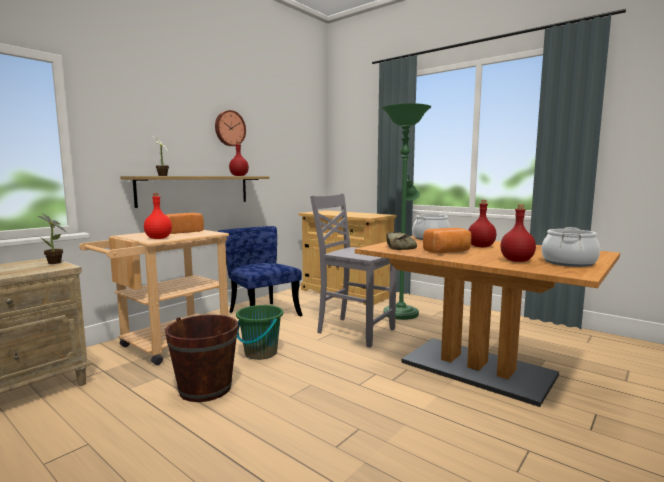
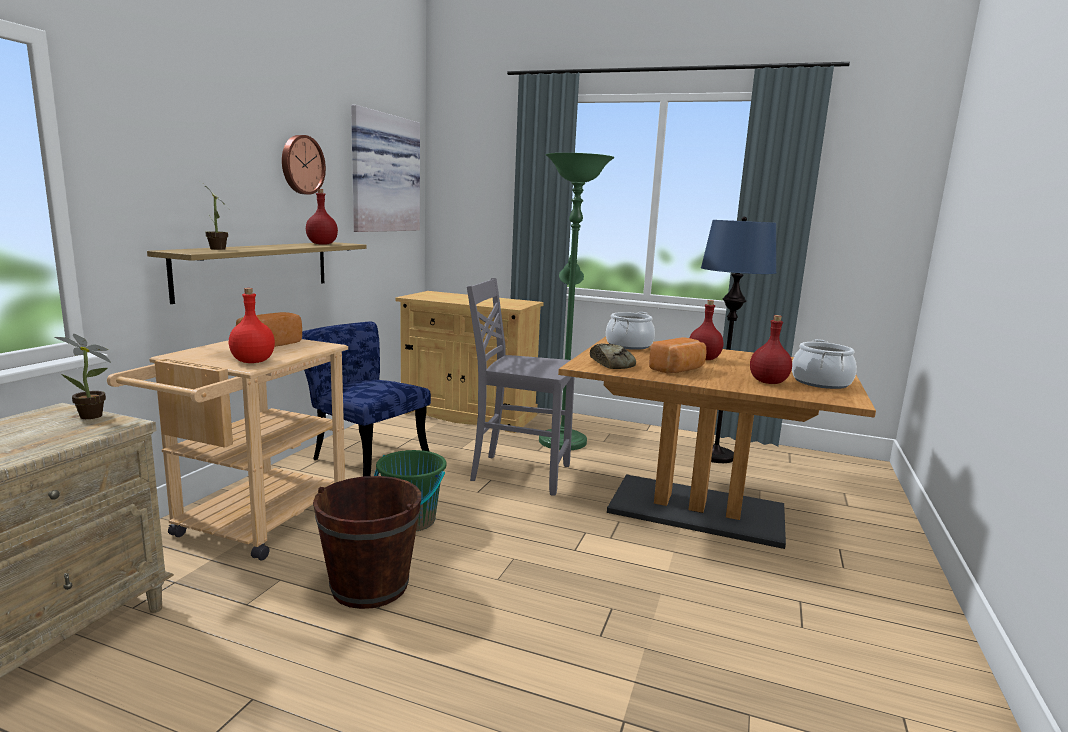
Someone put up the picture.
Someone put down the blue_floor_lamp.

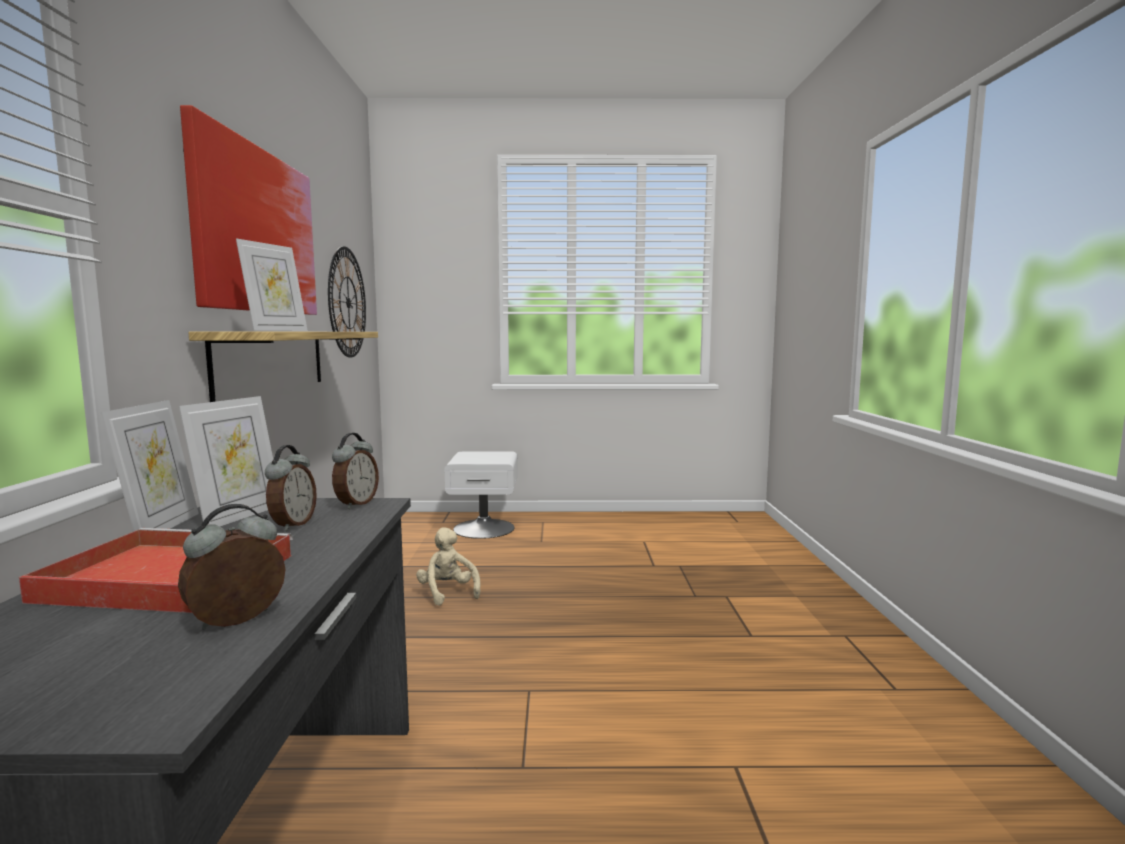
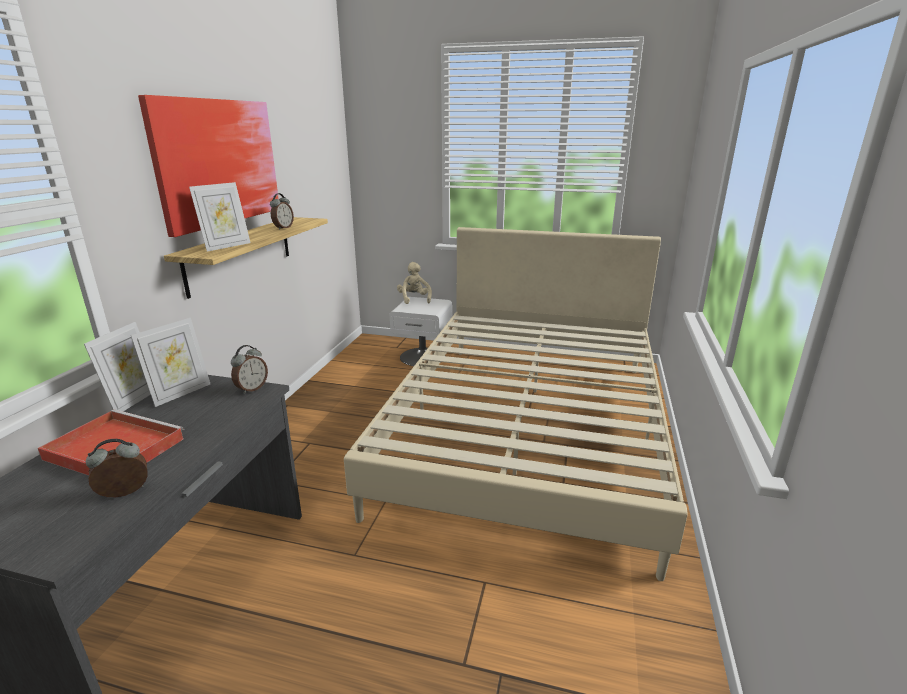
Someone took away the wall_clock.
Someone put down the beige_bed.
Someone carried the alarm_clock (2nd from left in the first image).
Someone carried the beige_plush_toy.

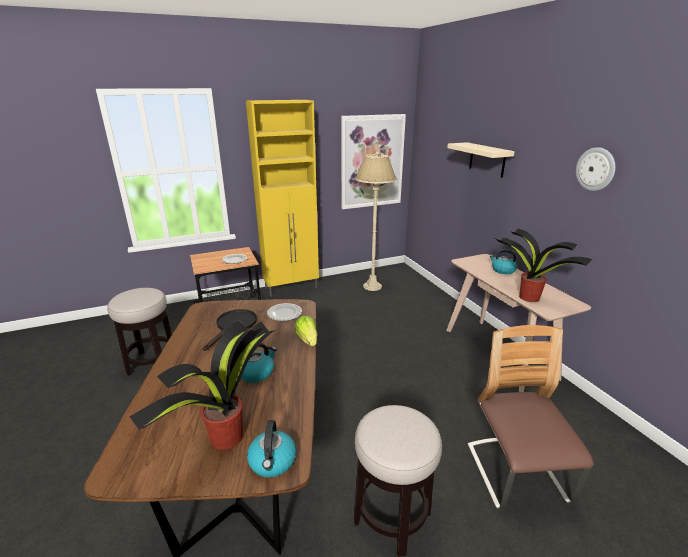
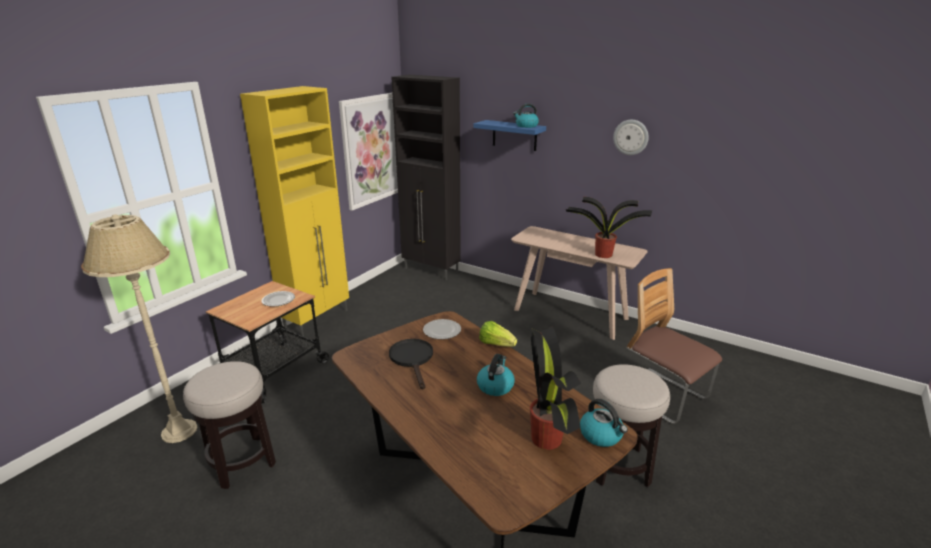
Someone put down the black_cabinet.
Someone carried the beige_floor_lamp.
Someone carried the kettle (3rd from left in the first image).
Someone repainted the beige_shelf, which became the blue_shelf.

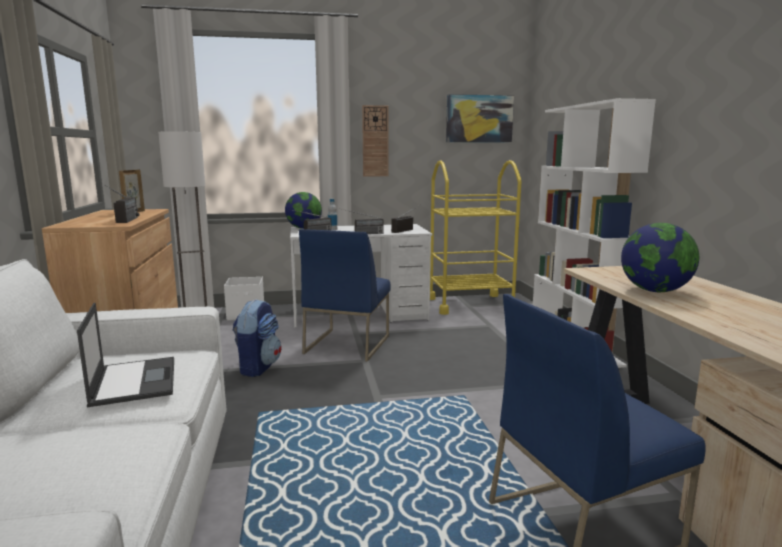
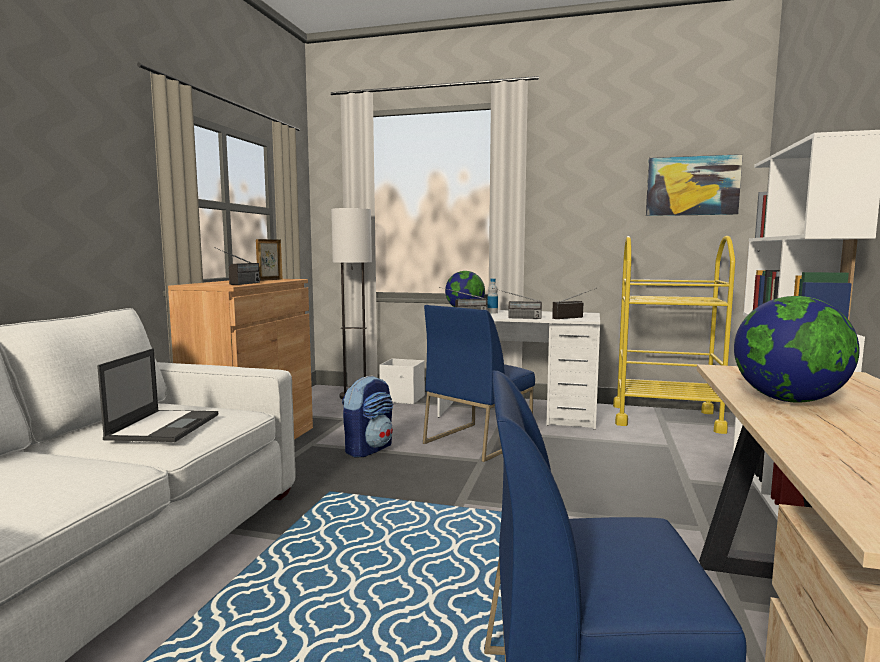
Someone took away the wall_clock.

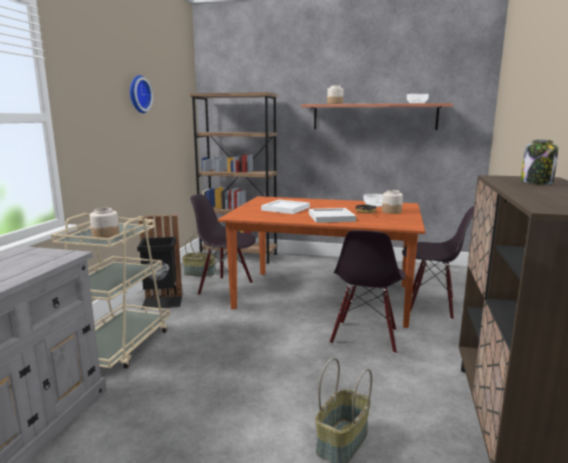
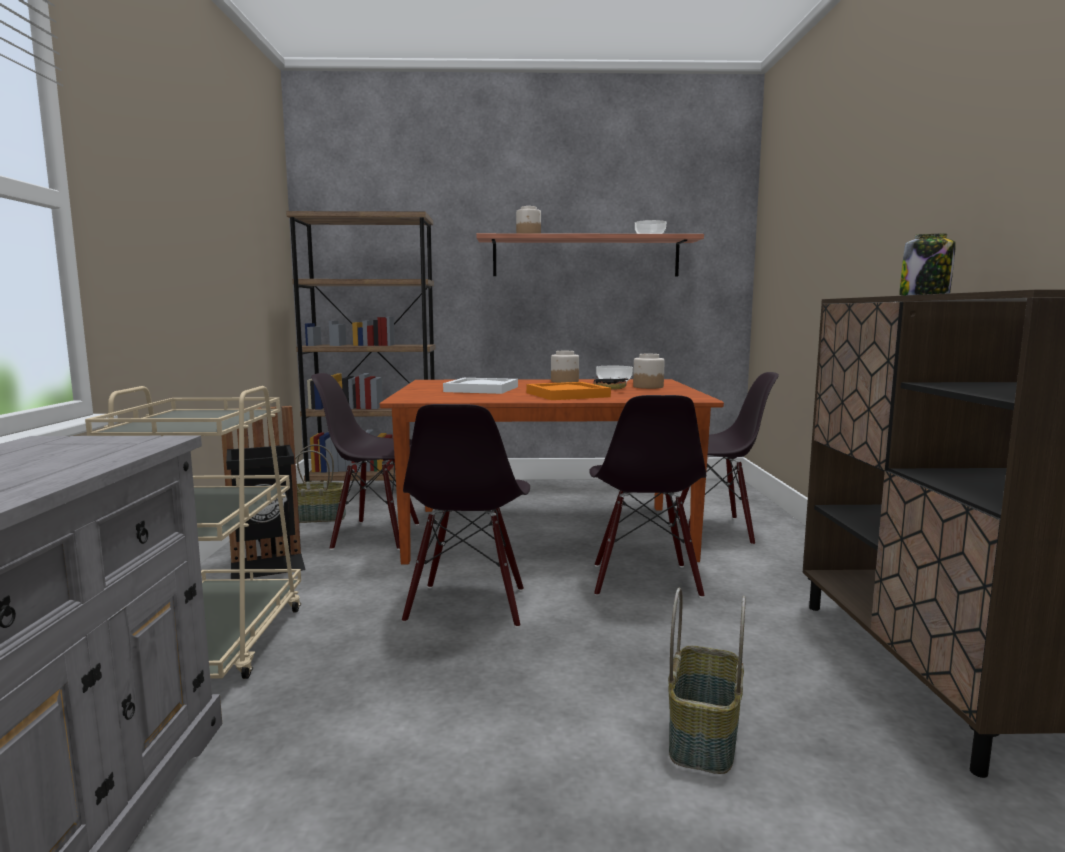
Someone took away the wall_clock.
Someone put down the black_chair (2nd from left).
Someone carried the jar (1st from left in the first image).
Someone repainted the white_tray (2nd from left), which became the orange_tray.

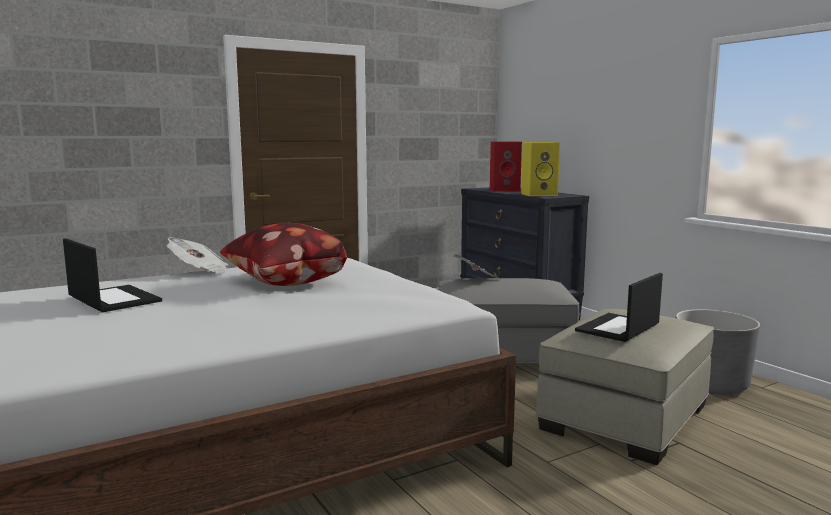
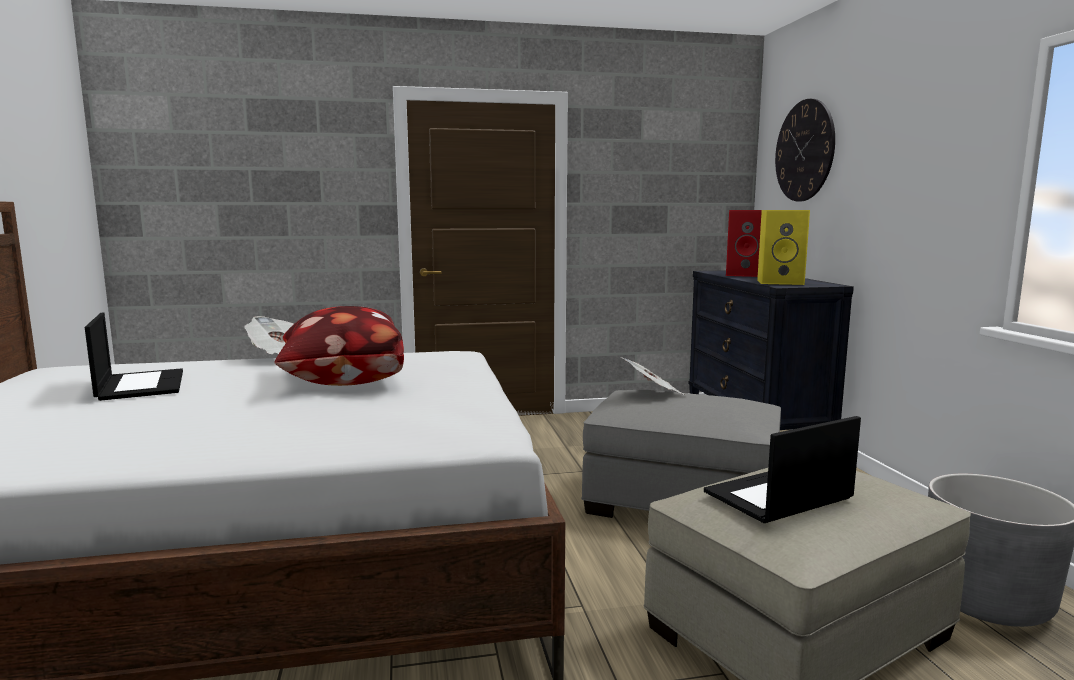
Someone put up the wall_clock.

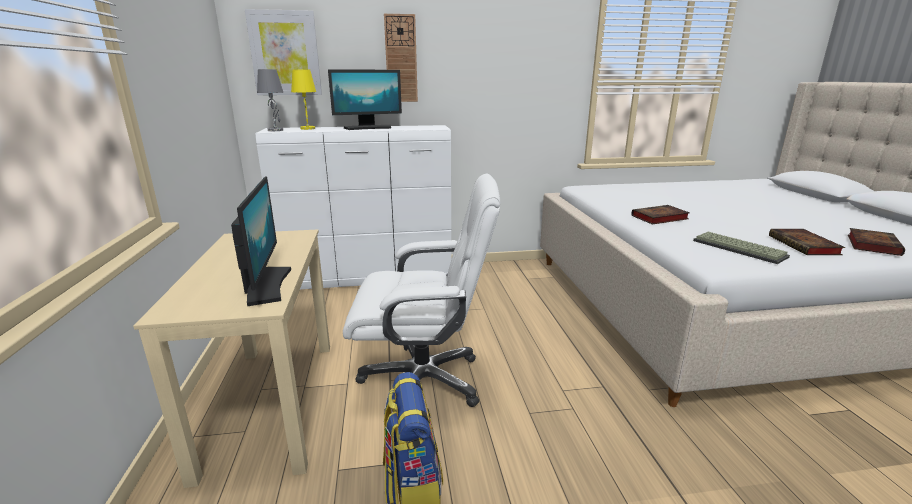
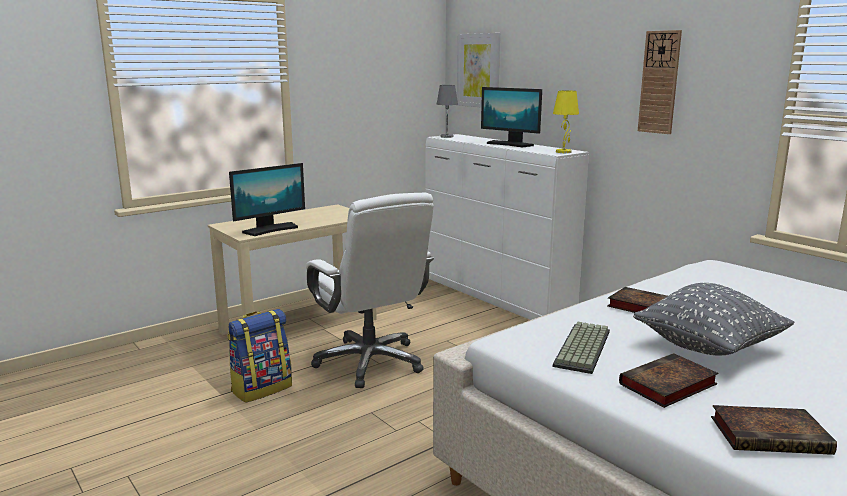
Someone put down the grey_pillow.
Someone carried the yellow_table_lamp.
Someone carried the wall_clock.

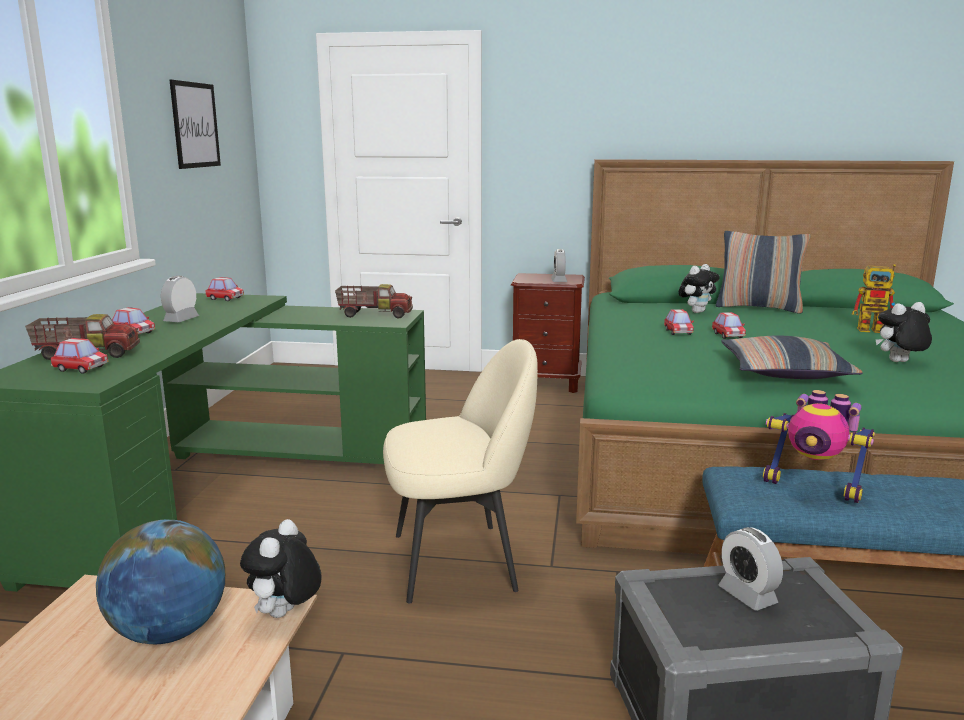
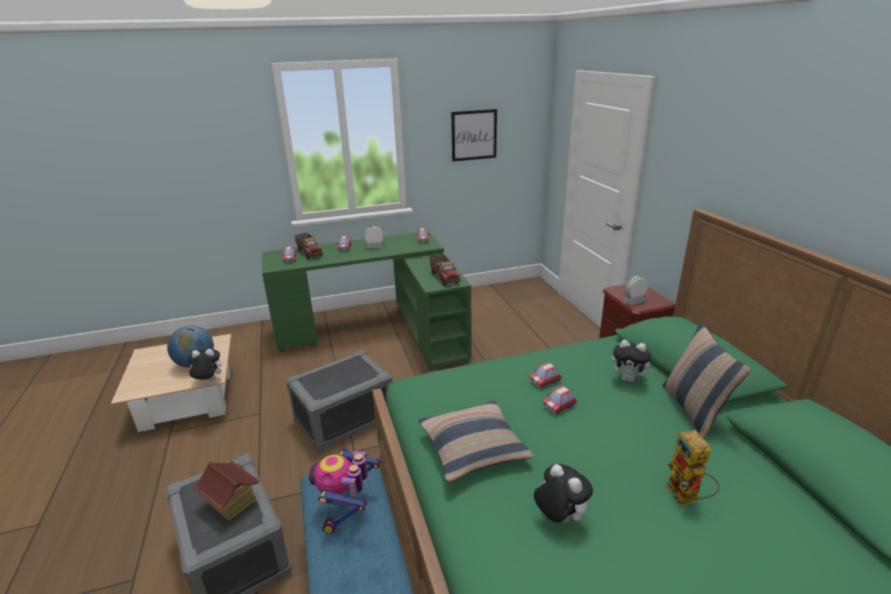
Someone swapped the beige_chair for the grey_storage_box (2nd from left).
Someone swapped the alarm_clock (3rd from left) for the toy_house.

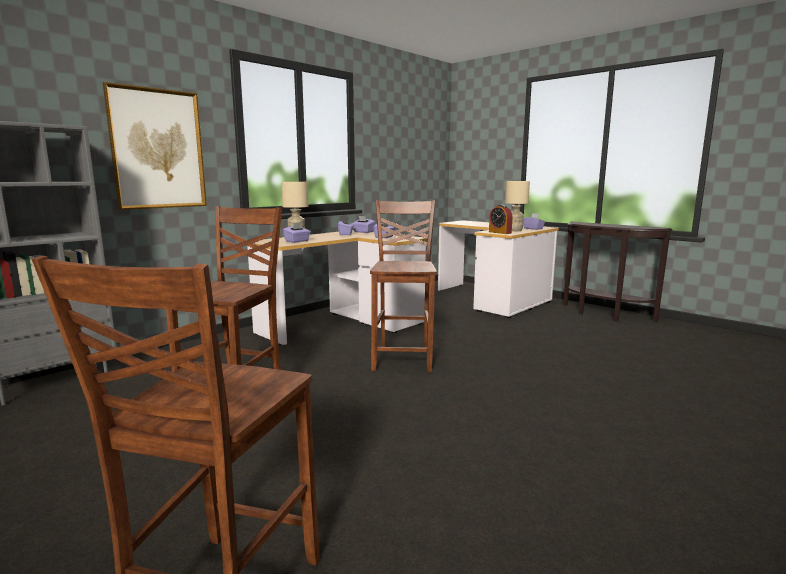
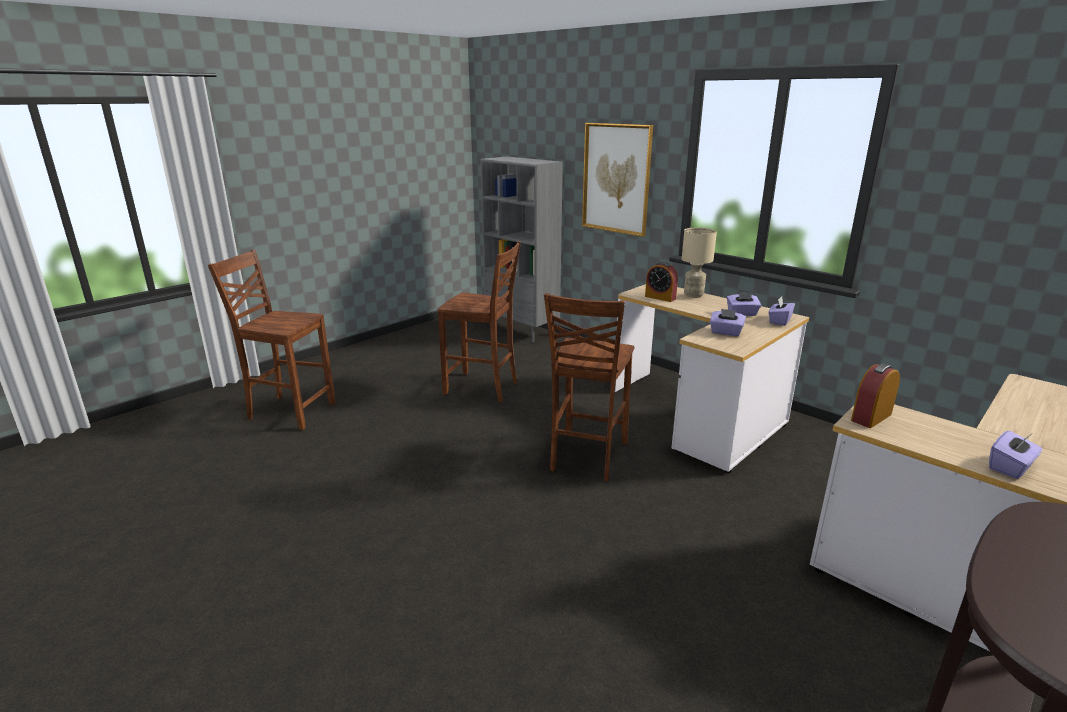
Someone took away the beige_table_lamp (2nd from left).
Someone swapped the purple_tissue_box (1st from left) for the alarm_clock (1st from left).
Someone rotated the brown_chair (3rd from left) by 105 degrees clockwise.

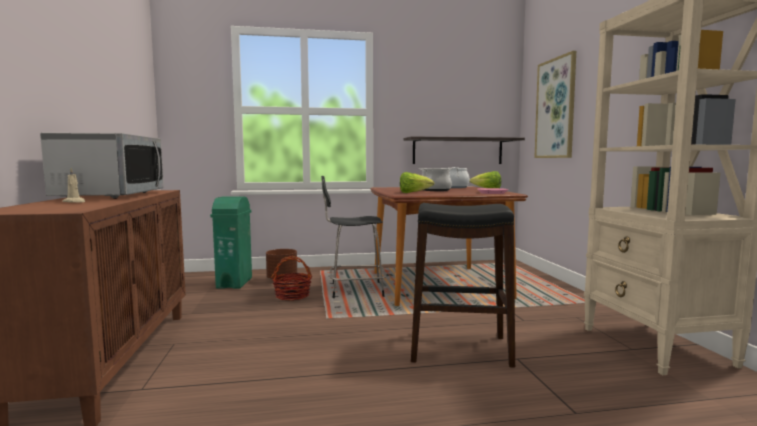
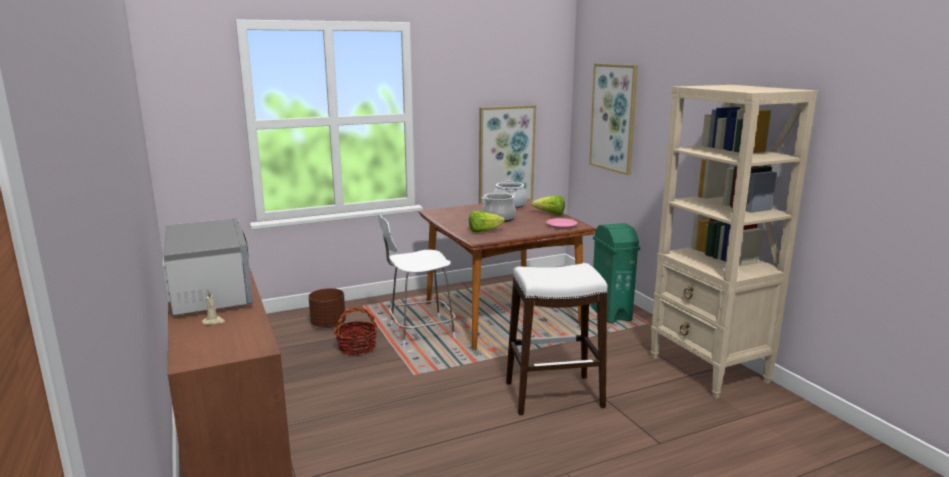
Someone carried the green_trash_can.
Someone swapped the shelf for the picture (1st from left).
Someone repainted the black_chair, which became the white_chair.
Someone repainted the black_stool, which became the white_stool.

